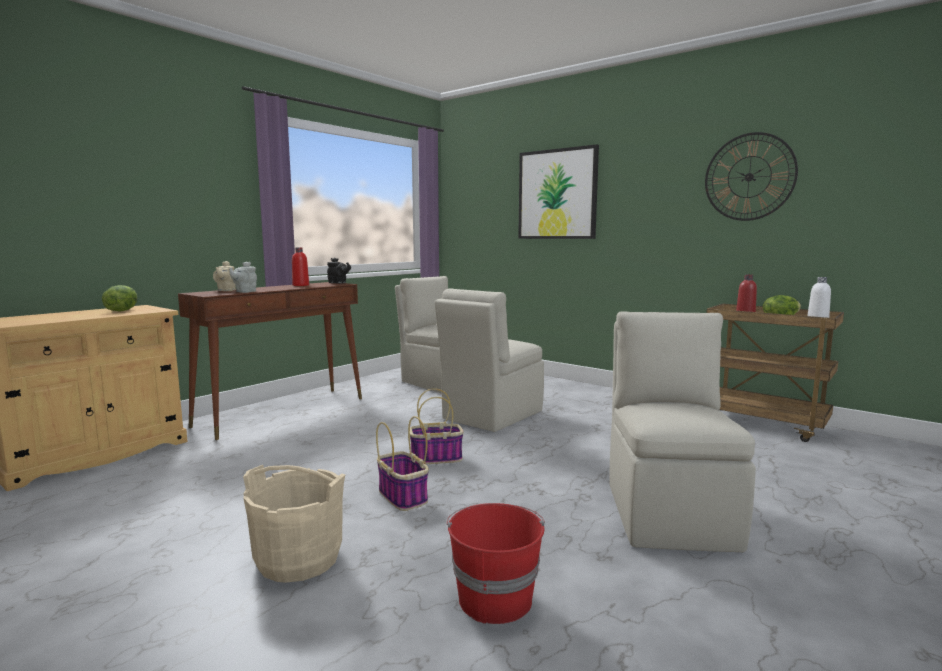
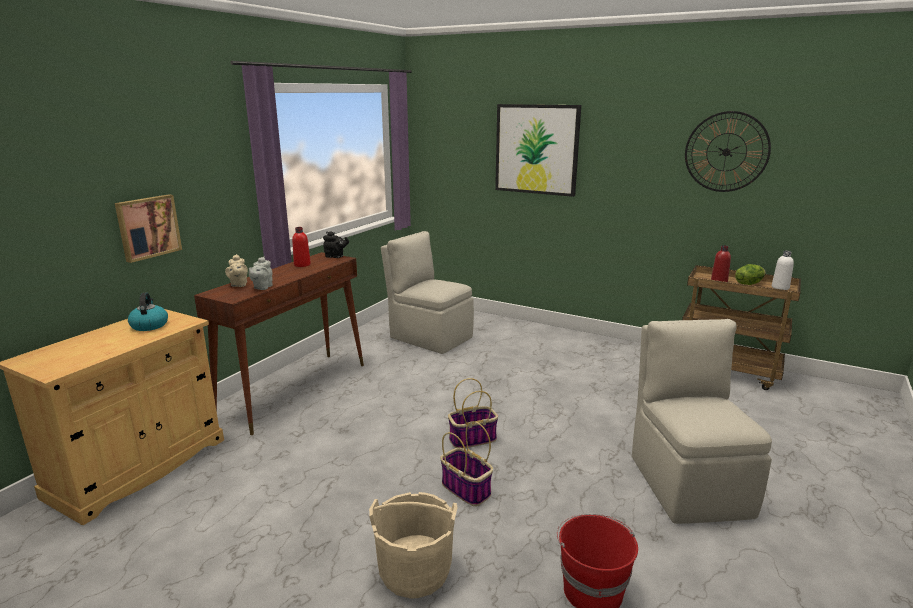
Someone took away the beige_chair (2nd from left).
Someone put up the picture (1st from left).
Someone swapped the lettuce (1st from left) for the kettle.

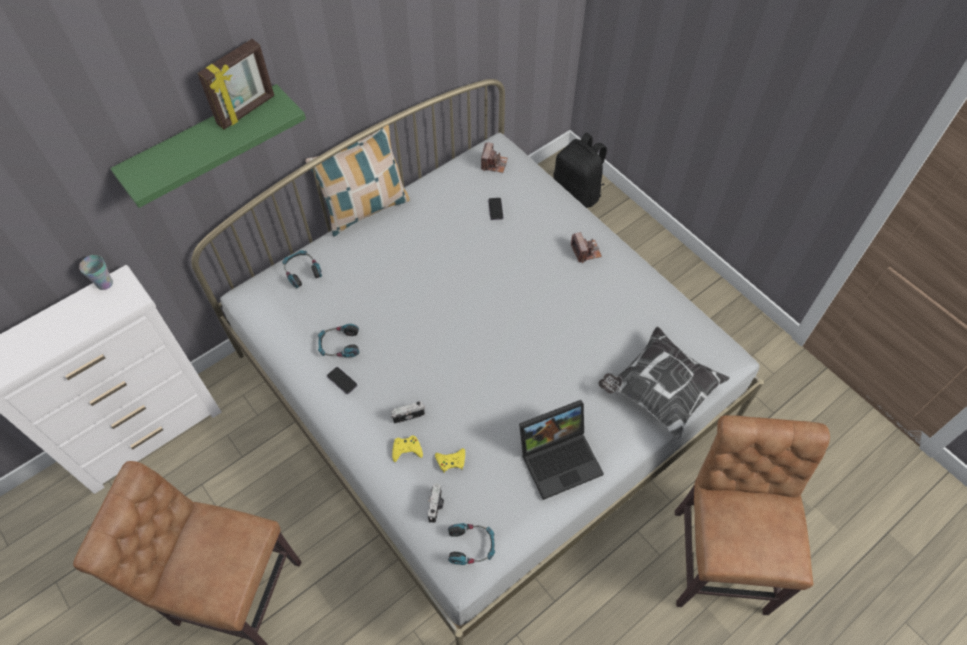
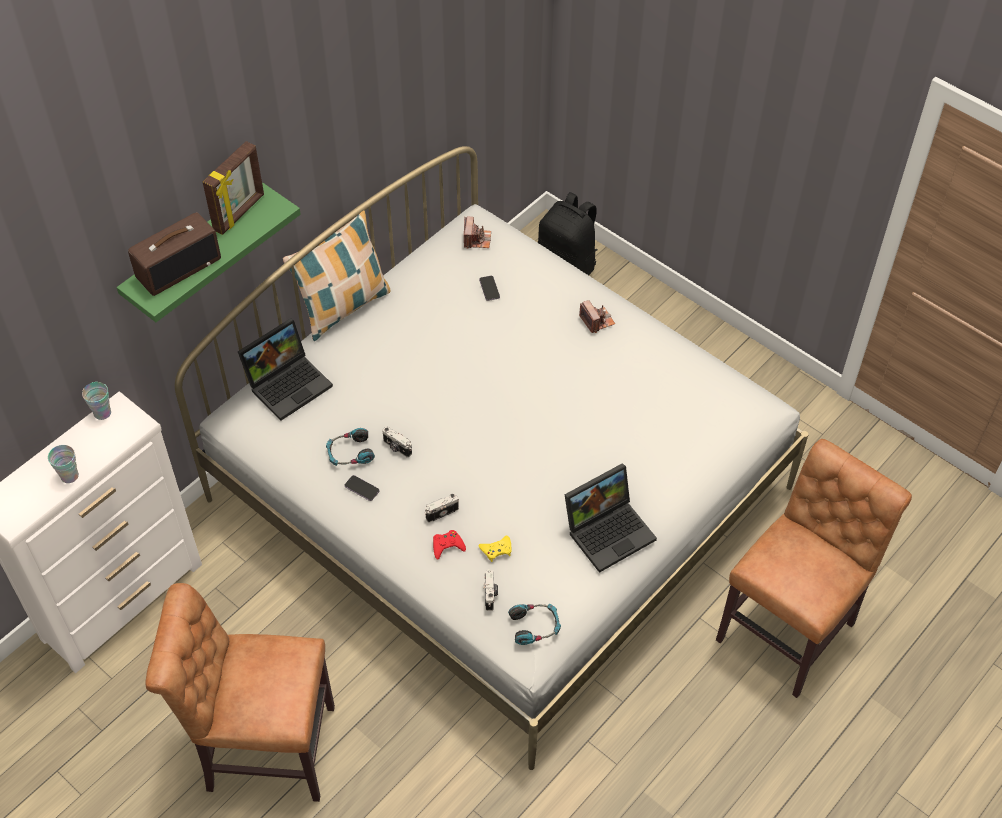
Someone took away the pillow (2nd from left).
Someone put down the cup (1st from left).
Someone put down the radio.
Someone put down the photo_camera (1st from left).
Someone swapped the headphones (1st from left) for the laptop (1st from left).
Someone repainted the yellow_game_controller (1st from left), which became the red_game_controller.
Someone rotated the brown_chair (2nd from left) by 45 degrees clockwise.

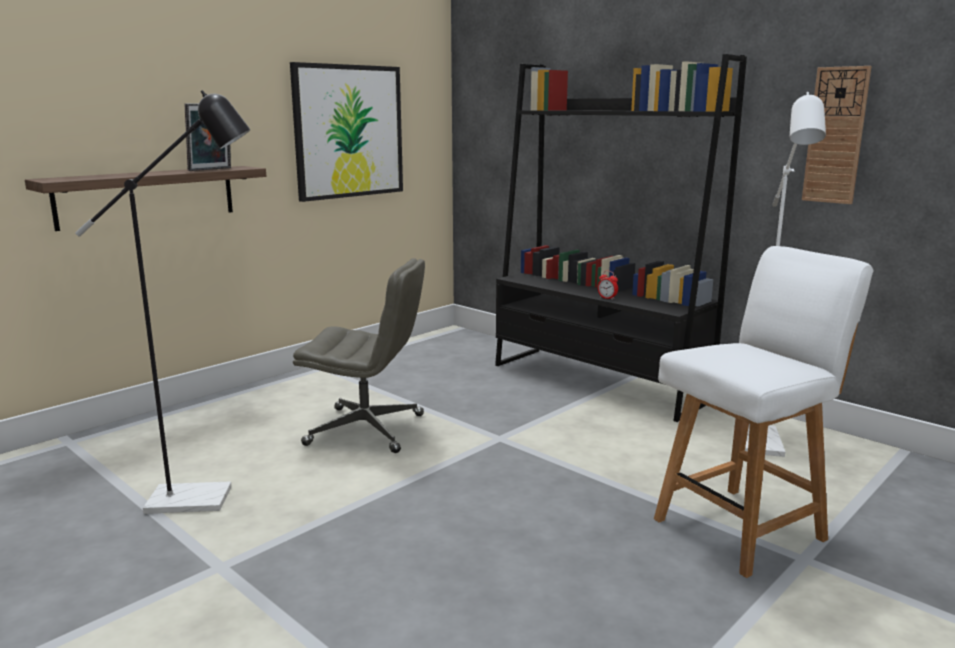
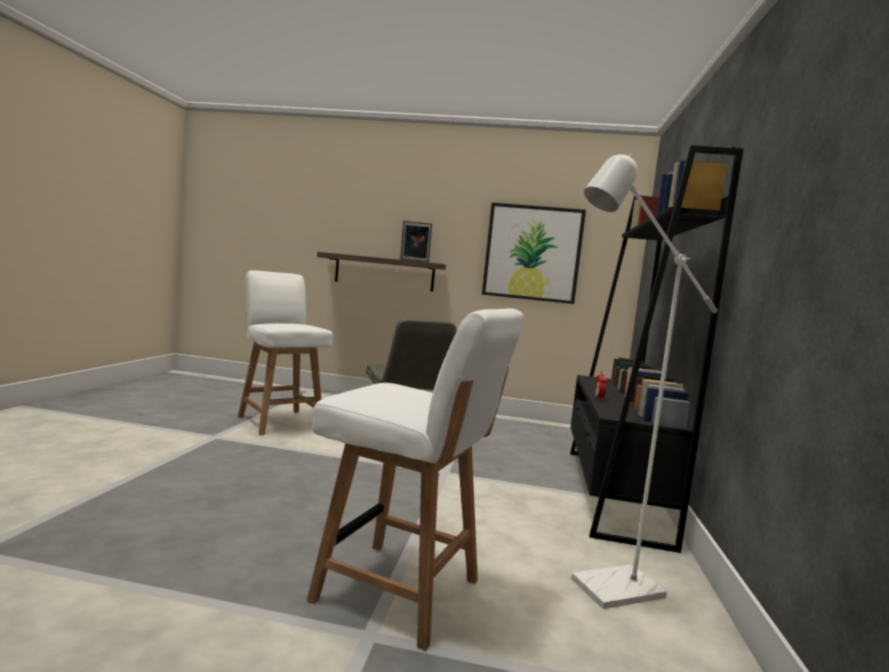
Someone took away the wall_clock.
Someone swapped the black_floor_lamp for the white_chair (1st from left).

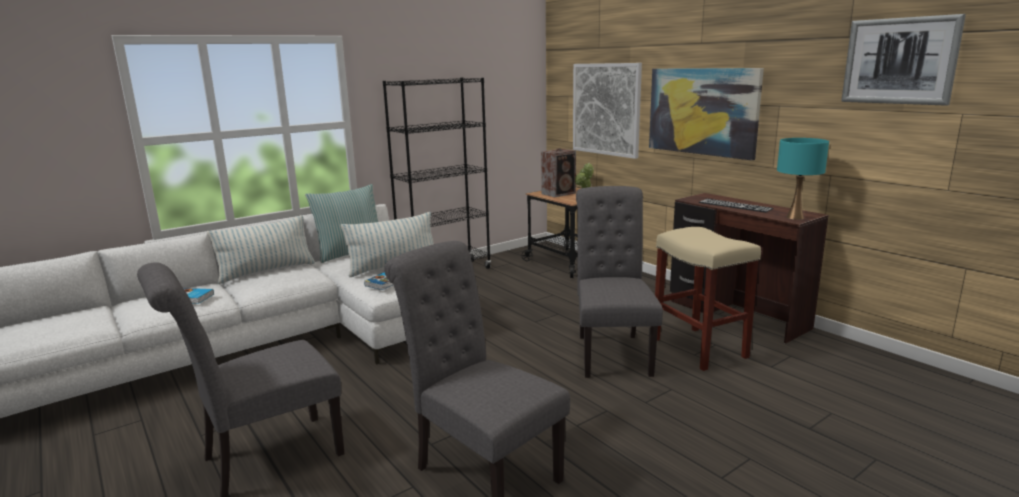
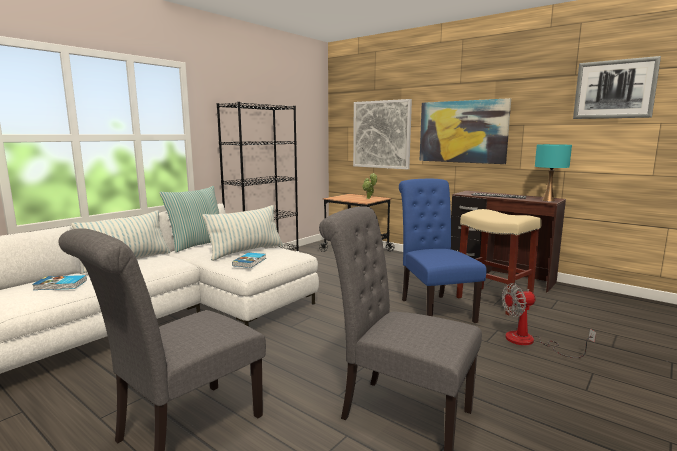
Someone took away the speaker.
Someone put down the fan.
Someone repainted the grey_chair (3rd from left), which became the blue_chair.

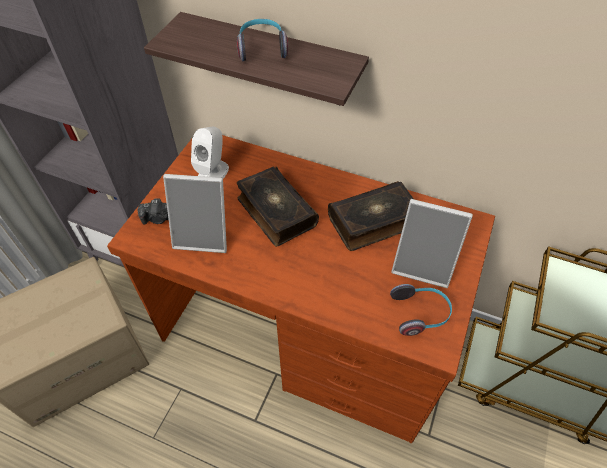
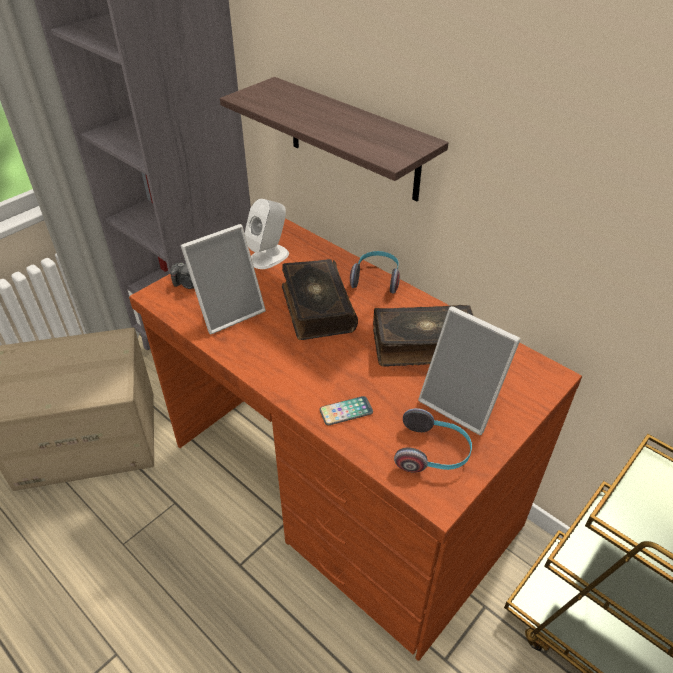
Someone put down the phone.
Someone carried the headphones (1st from left).
Someone rotated the picture_frame (1st from left) by 60 degrees counterclockwise.

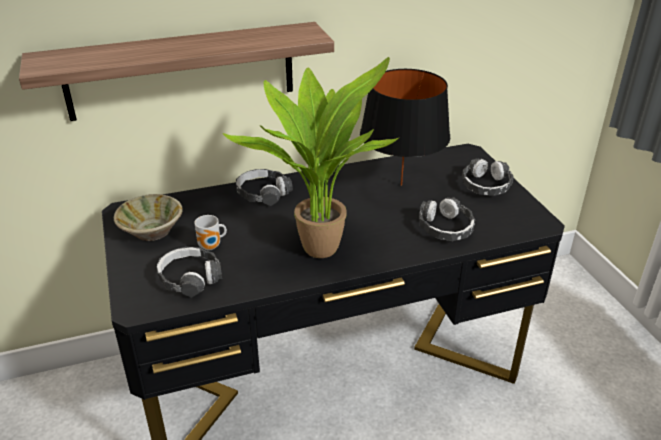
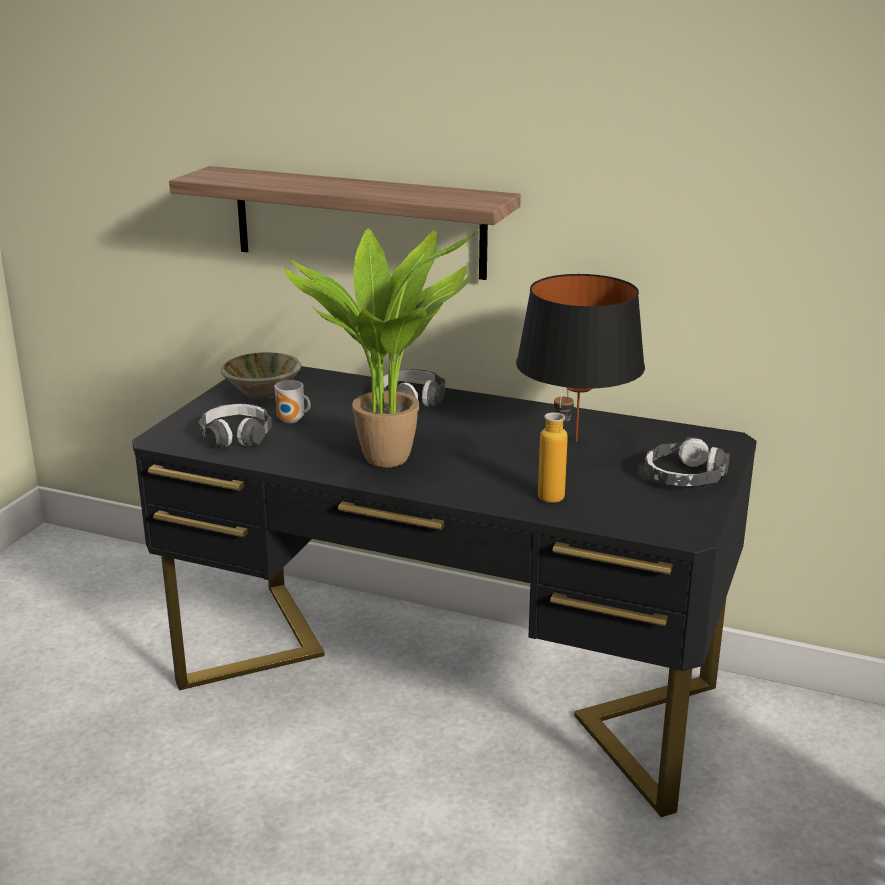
Someone swapped the headphones (3rd from left) for the bottle.

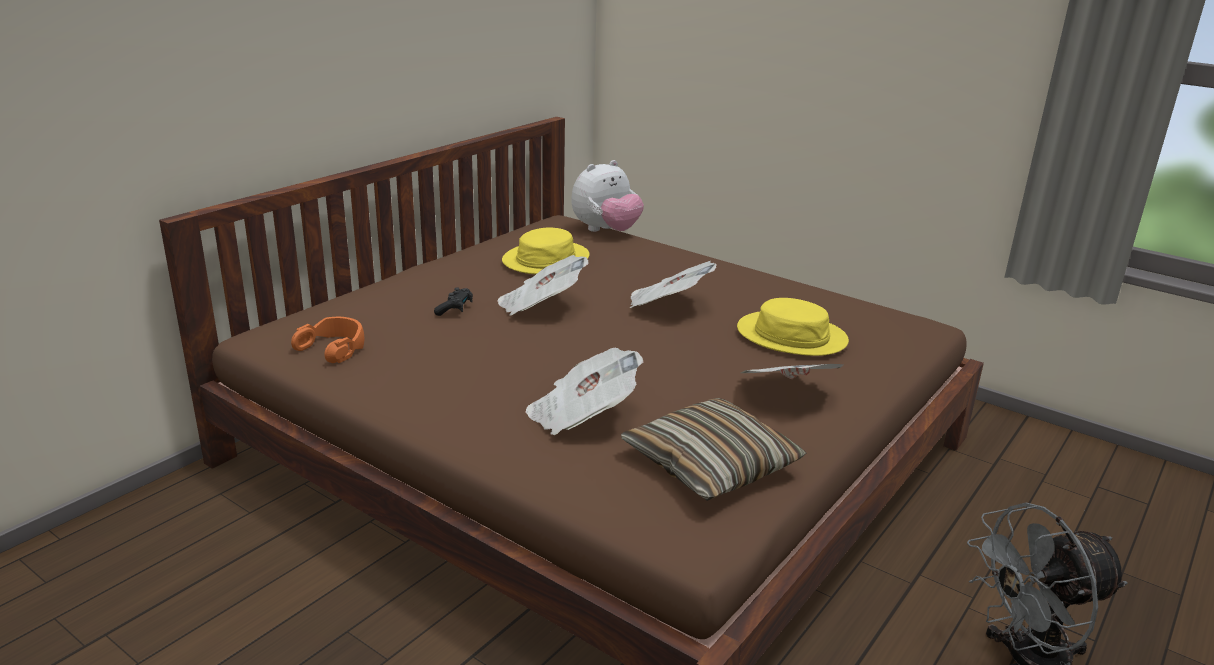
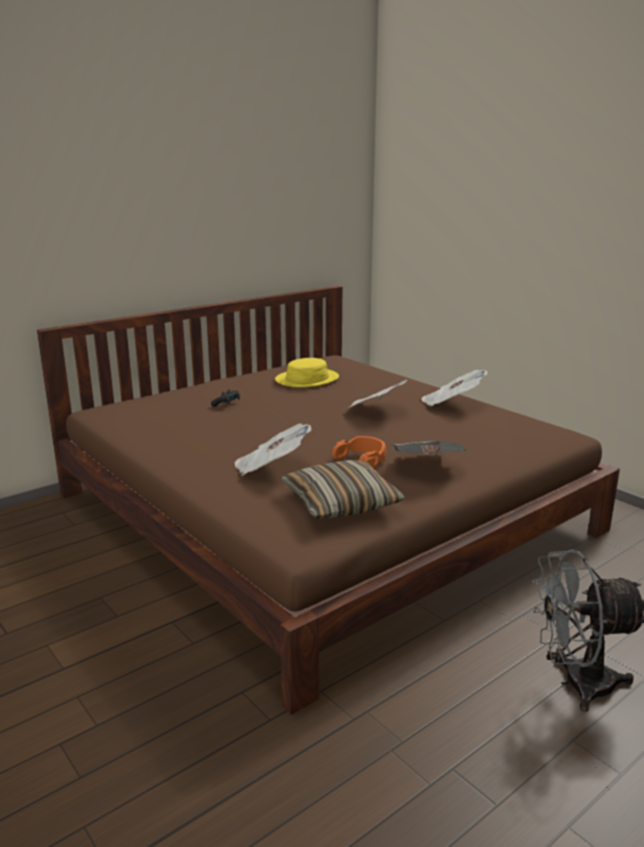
Someone took away the plush_toy.
Someone took away the yellow_hat (2nd from left).
Someone carried the orange_headphones.
Someone carried the newspaper (1st from left in the first image).

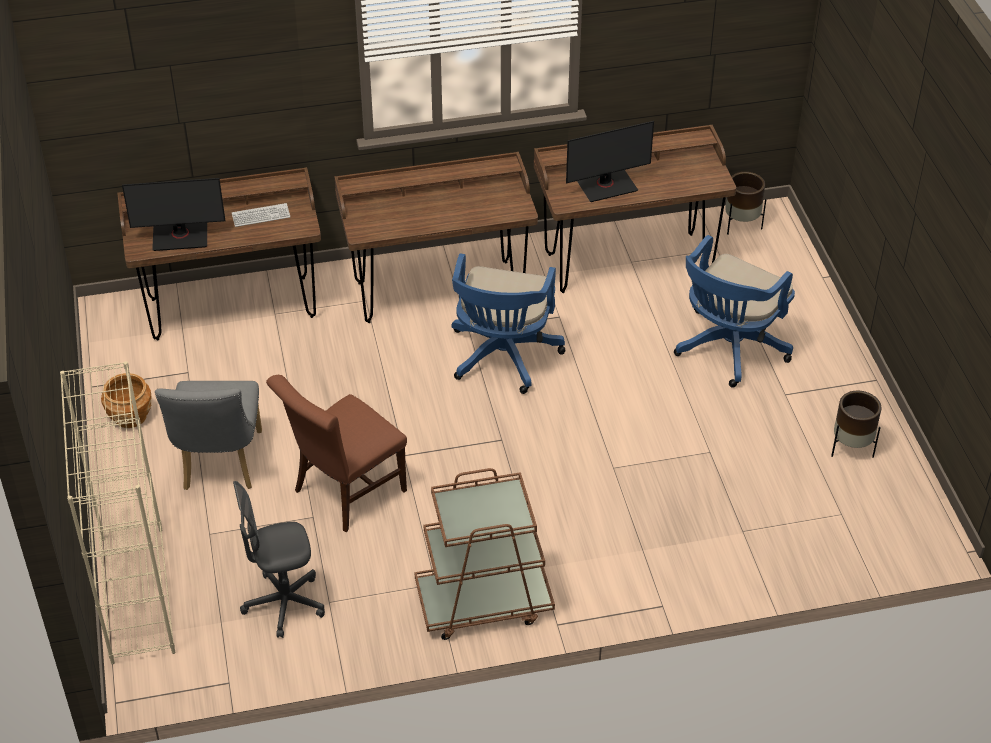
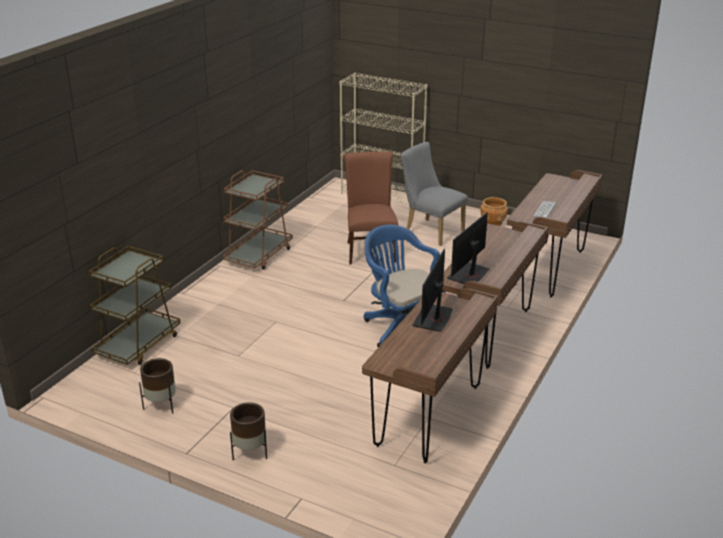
Someone took away the grey_office_chair.
Someone took away the blue_office_chair (2nd from left).
Someone put down the brown_cart (1st from left).
Someone carried the monitor (1st from left in the first image).
Someone carried the brown_planter (2nd from left).

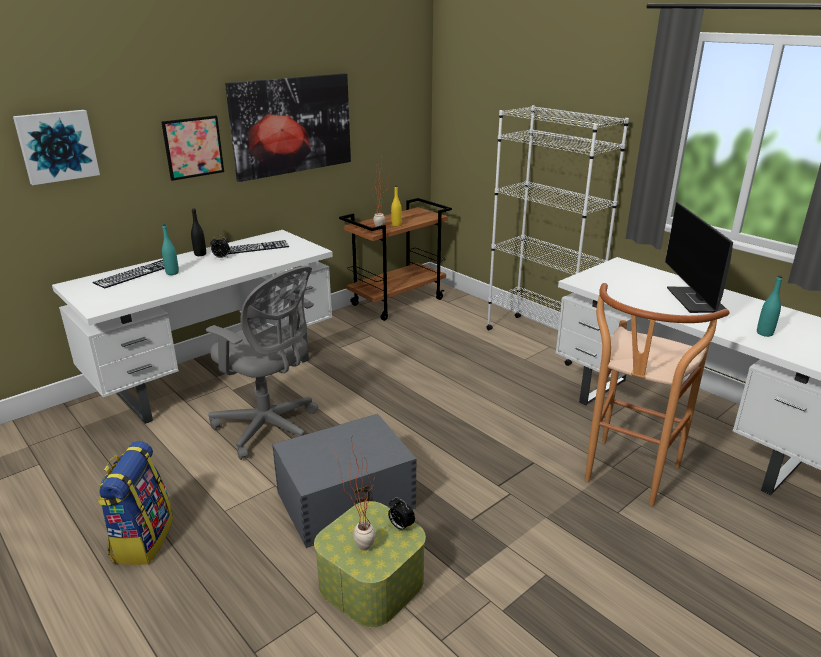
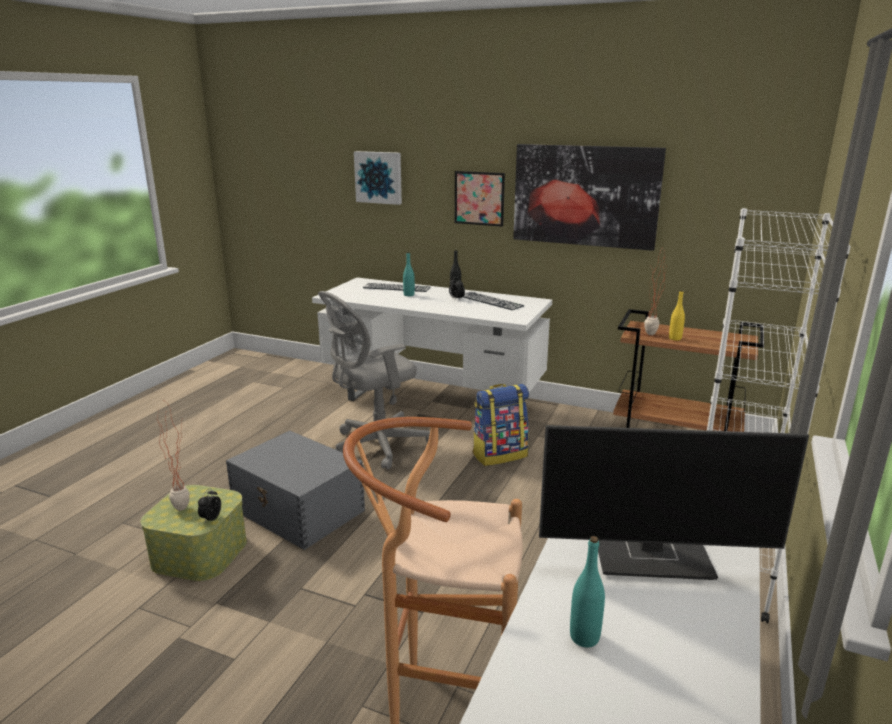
Someone carried the backpack.
Someone rotated the grey_office_chair by 45 degrees clockwise.
Someone rotated the monitor by 150 degrees counterclockwise.

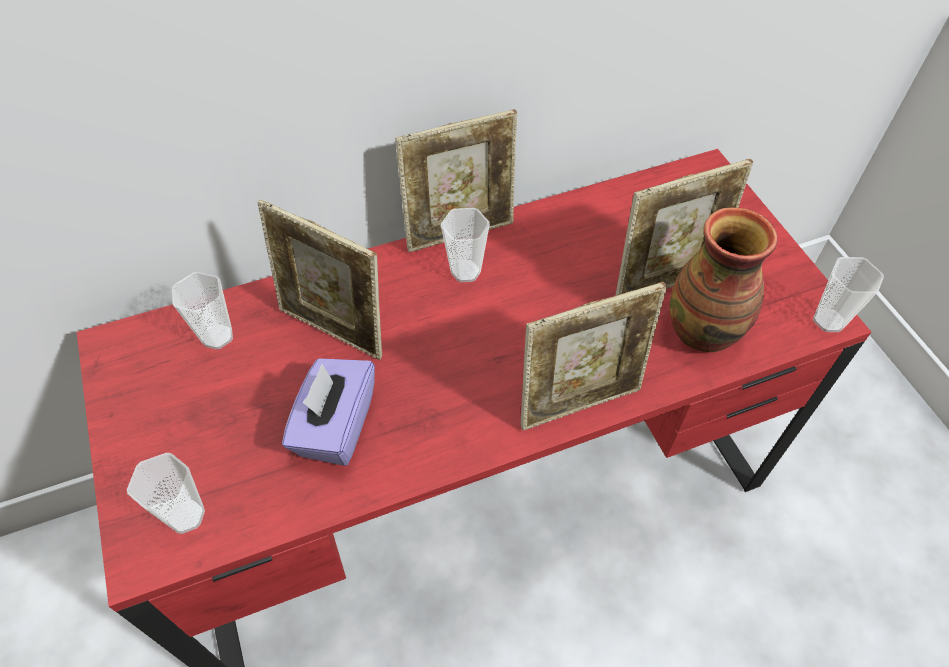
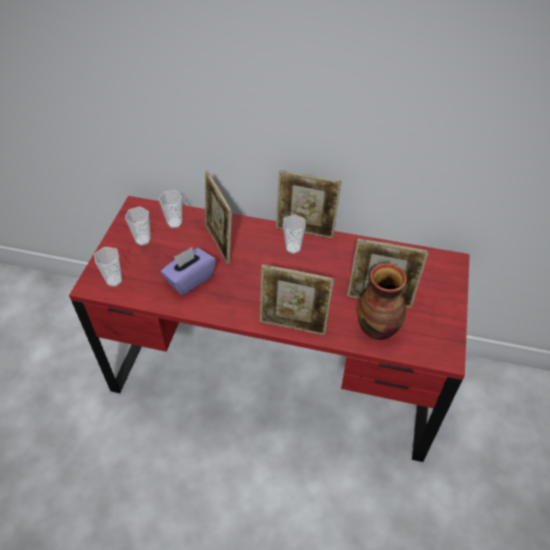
Someone carried the cup (4th from left in the first image).

